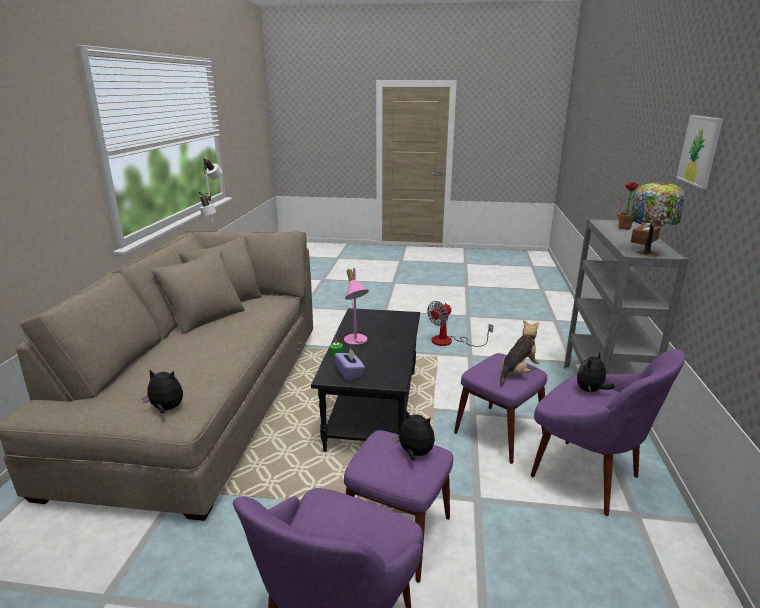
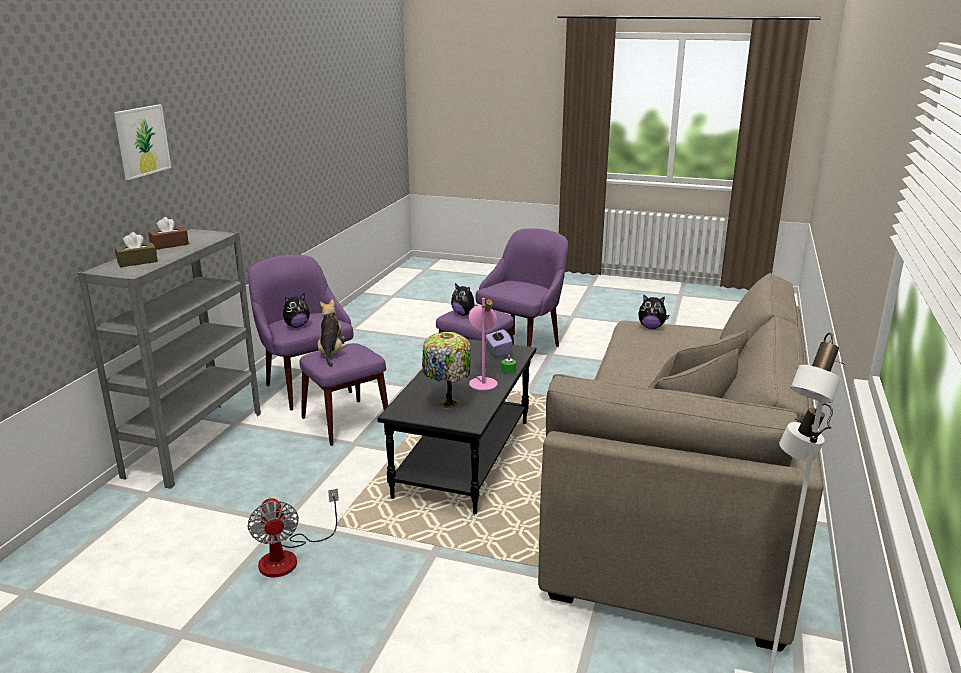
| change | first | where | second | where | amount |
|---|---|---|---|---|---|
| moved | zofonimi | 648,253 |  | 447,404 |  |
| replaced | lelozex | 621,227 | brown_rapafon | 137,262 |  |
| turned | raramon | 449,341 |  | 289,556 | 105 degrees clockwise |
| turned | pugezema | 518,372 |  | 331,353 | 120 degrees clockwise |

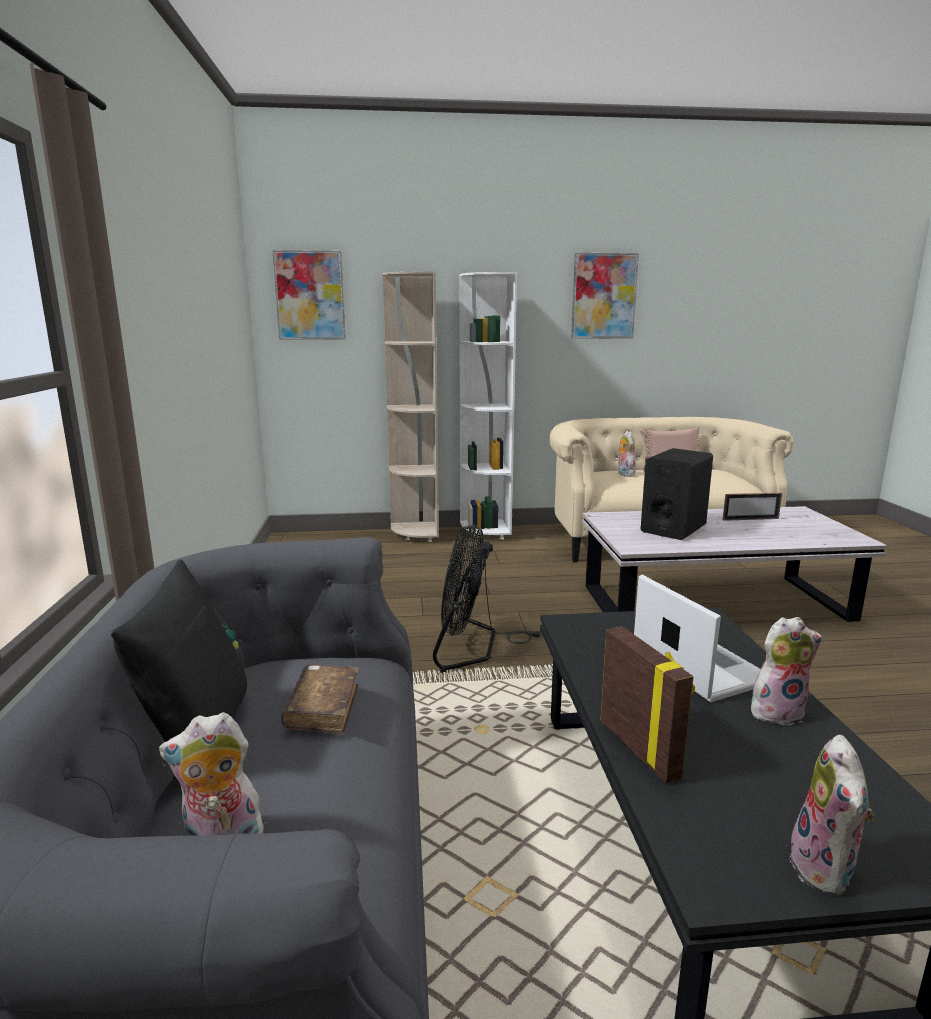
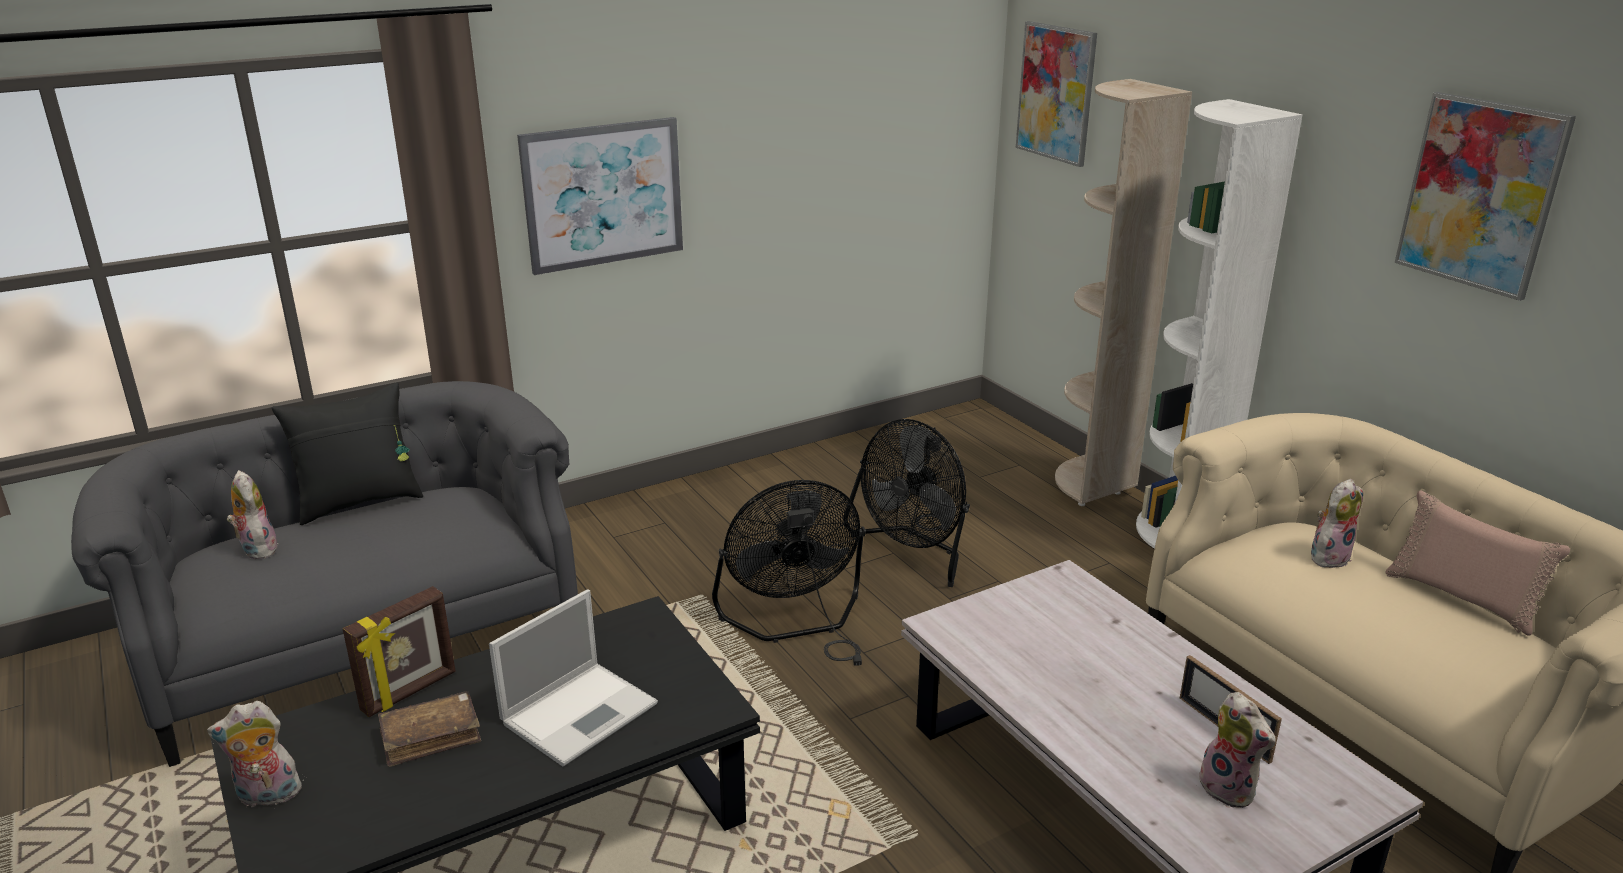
| change | first | where | second | where | amount |
|---|---|---|---|---|---|
| removed | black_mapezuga | 673,528 |  |  |  |
| moved | pugezema | 777,711 |  | 1230,789 |  |
| moved | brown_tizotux | 323,709 |  | 431,737 |  |
| added |  |  | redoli | 603,194 |  |
| added |  |  | black_raramon | 914,548 |  |

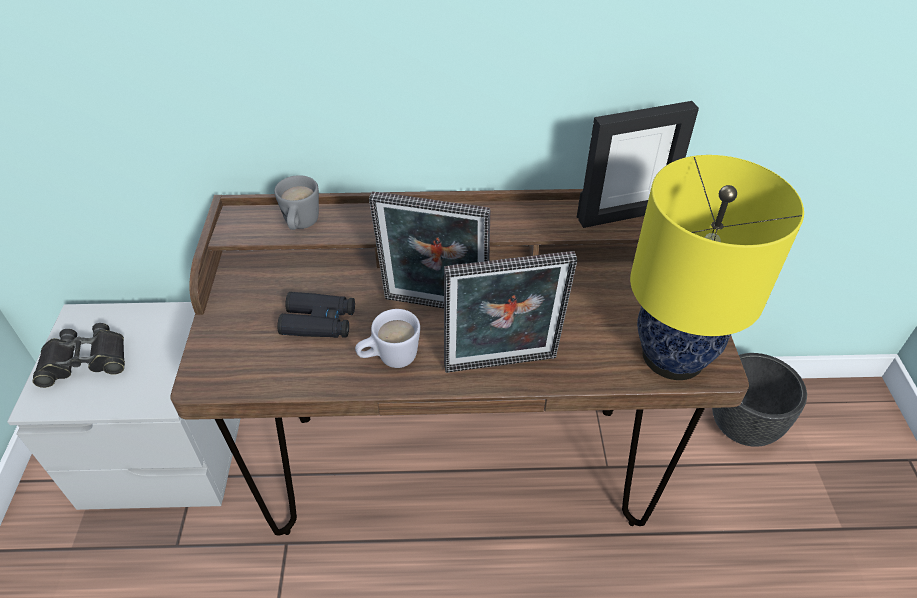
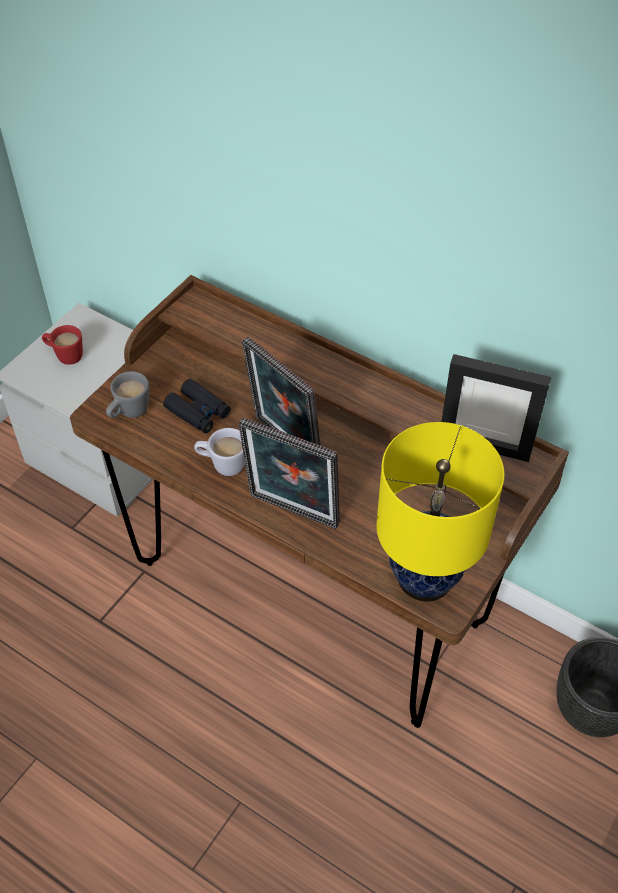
| change | first | where | second | where | amount |
|---|---|---|---|---|---|
| moved | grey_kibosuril | 301,225 |  | 129,413 |  |
| replaced | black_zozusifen | 85,361 | red_kibosuril | 65,355 |  |

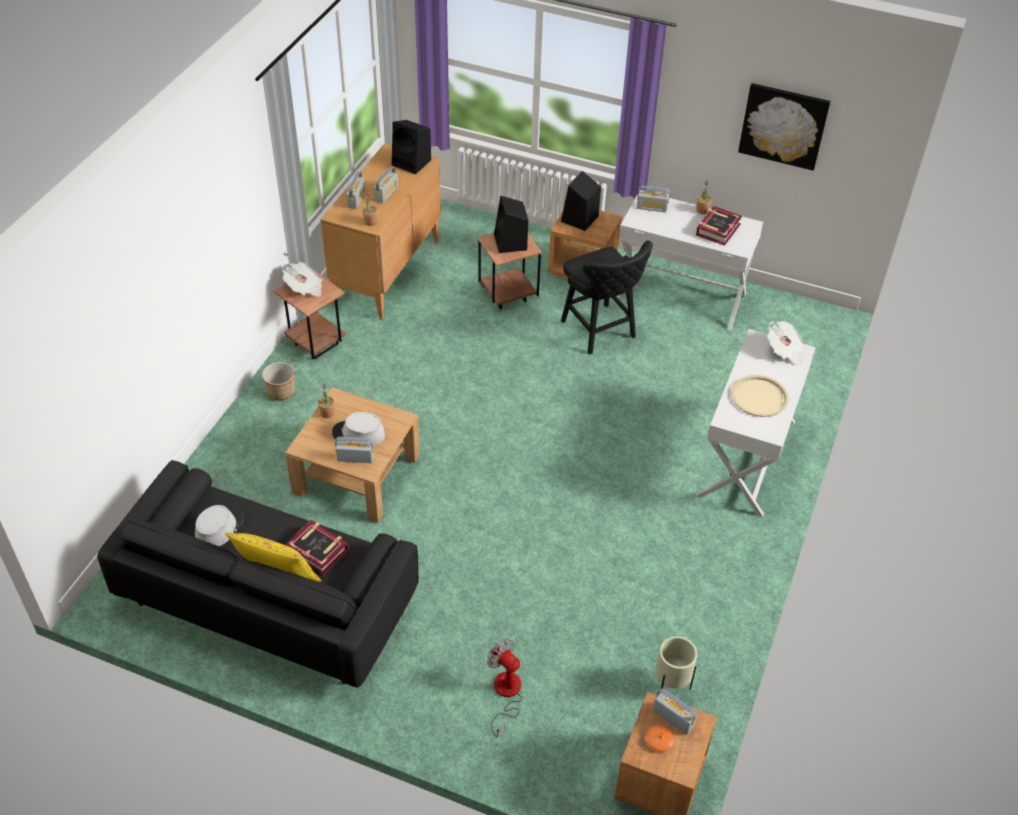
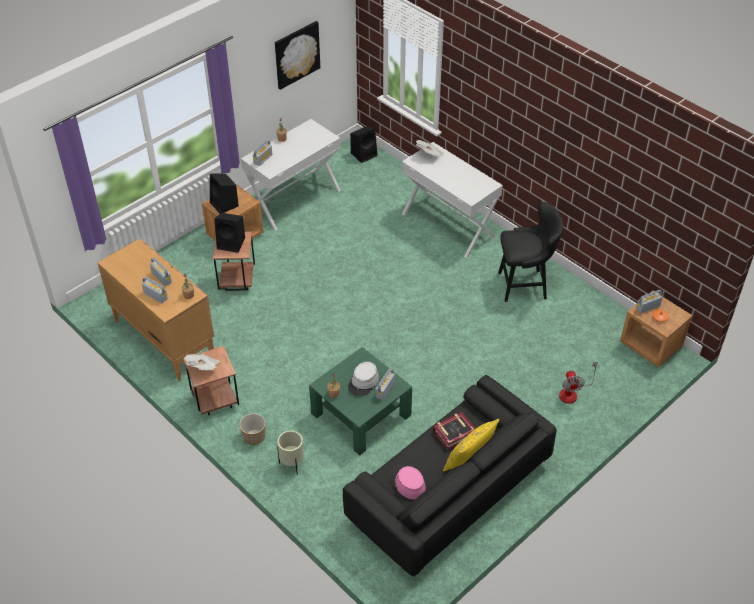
| change | first | where | second | where | amount |
|---|---|---|---|---|---|
| moved | black_mapezuga | 412,163 |  | 364,154 |  |
| removed | tizotux | 717,229 |  |  |  |
| moved | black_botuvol | 600,331 |  | 525,285 |  |
| removed | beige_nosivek | 759,397 |  |  |  |
| recoloured | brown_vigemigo | 356,474 | green_vigemigo | 361,414 |  |
| recoloured | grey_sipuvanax | 219,527 | pink_sipuvanax | 407,483 |  |
| moved | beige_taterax | 671,685 |  | 292,465 |  |
| turned | raramon | 506,694 |  | 572,392 | 75 degrees counterclockwise |

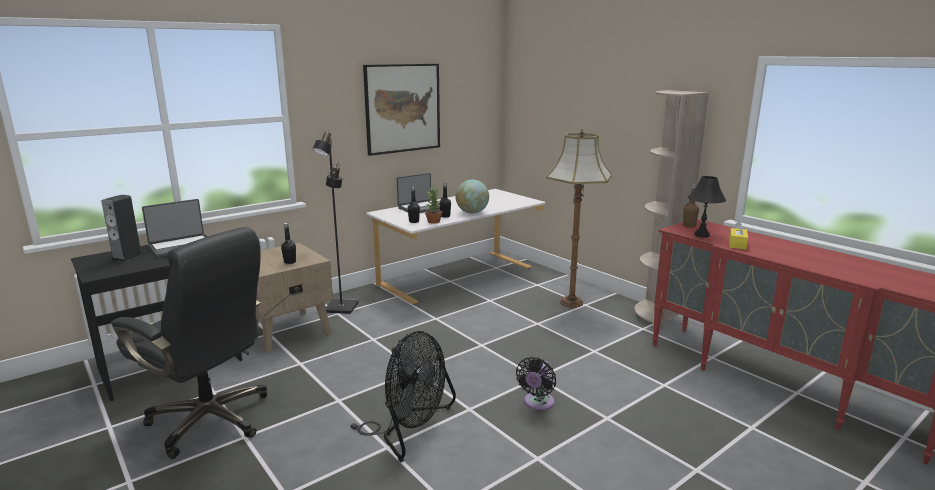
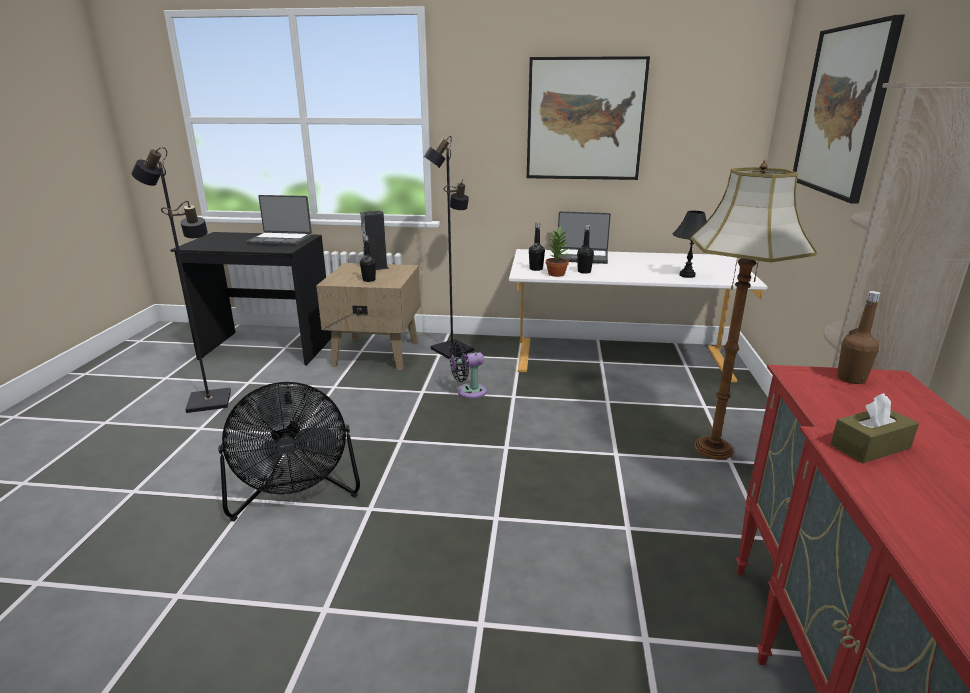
| change | first | where | second | where | amount |
|---|---|---|---|---|---|
| moved | black_zofonimi | 702,235 |  | 687,275 |  |
| removed | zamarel | 472,212 |  |  |  |
| moved | mapezuga | 127,257 |  | 376,268 |  |
| recoloured | yellow_rapafon | 737,244 | brown_rapafon | 870,446 |  |
| replaced | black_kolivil | 207,419 | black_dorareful | 209,401 |  |
| moved | black_raramon | 537,403 |  | 468,392 |  |
| added |  |  | redoli | 842,111 |  |

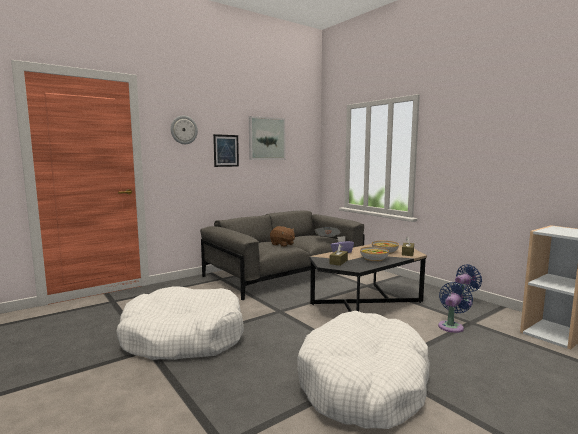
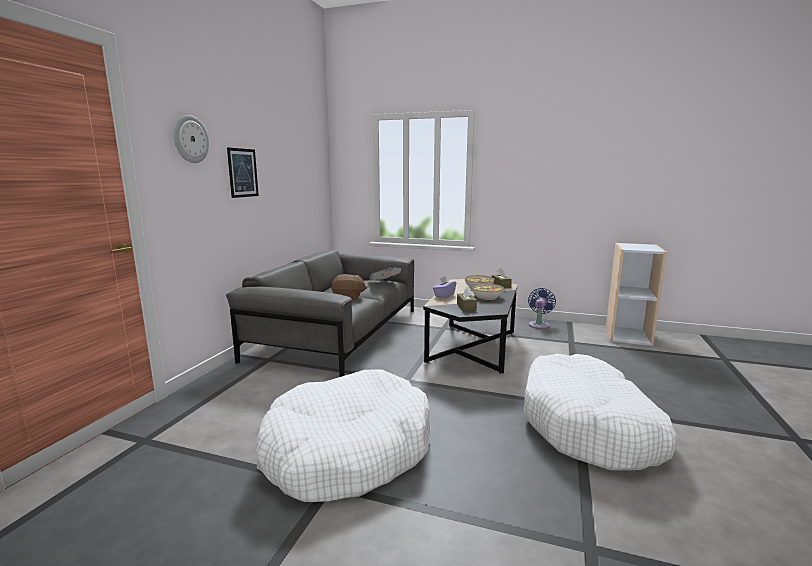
| change | first | where | second | where | amount |
|---|---|---|---|---|---|
| removed | redoli | 266,138 |  |  |  |
| removed | blue_raramon | 451,326 |  |  |  |

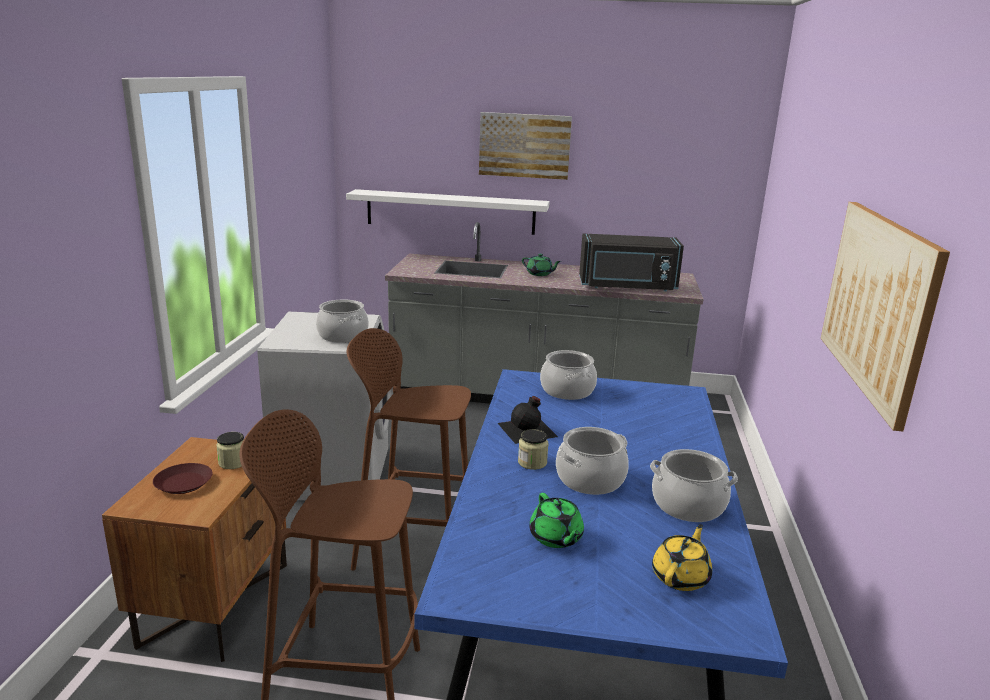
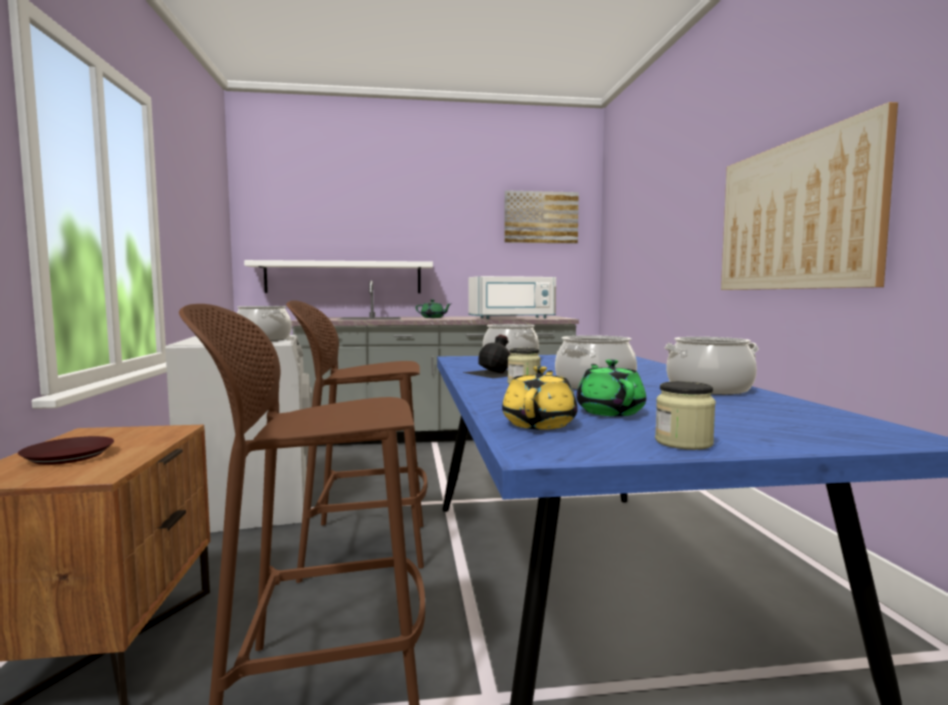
| change | first | where | second | where | amount |
|---|---|---|---|---|---|
| moved | redoli | 524,145 |  | 540,217 |  |
| recoloured | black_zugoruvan | 627,287 | white_zugoruvan | 512,318 |  |
| moved | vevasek | 233,463 |  | 683,442 |  |
| turned | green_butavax | 556,538 |  | 610,411 | 150 degrees counterclockwise |
| moved | yellow_butavax | 681,577 |  | 540,423 |  |

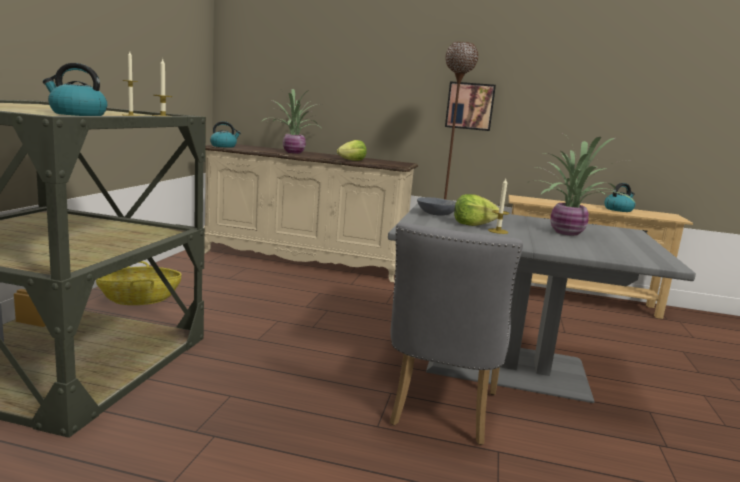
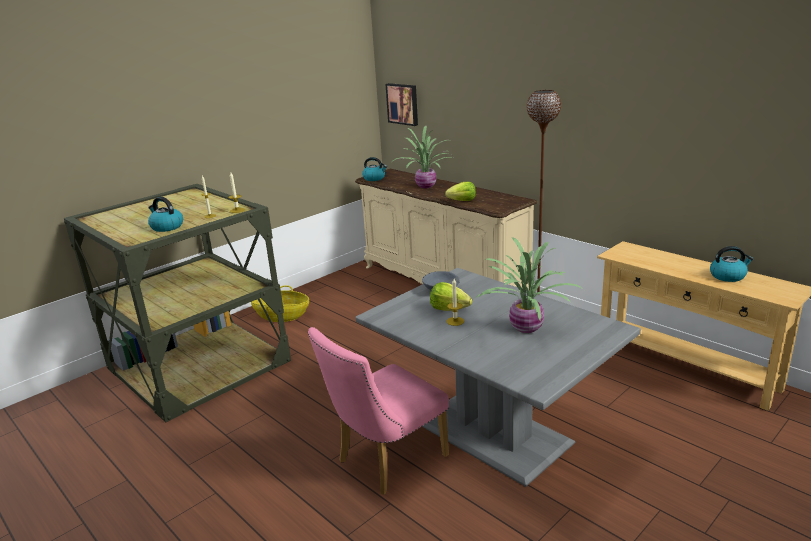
| change | first | where | second | where | amount |
|---|---|---|---|---|---|
| moved | redoli | 470,106 |  | 403,104 |  |
| recoloured | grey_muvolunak | 440,412 | pink_muvolunak | 385,461 |  |

